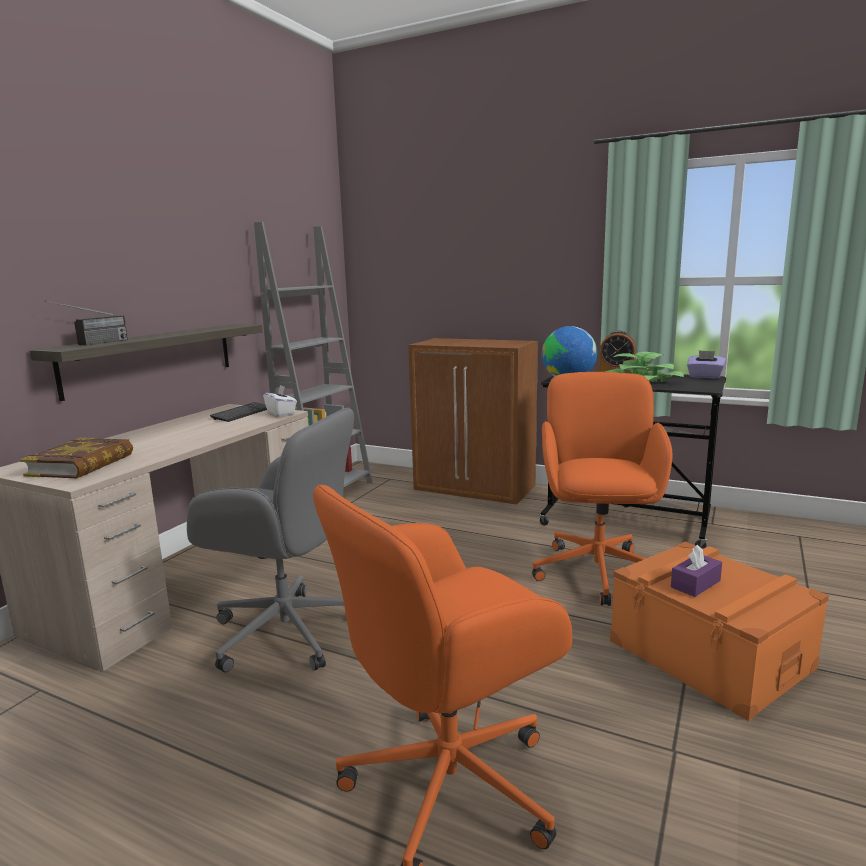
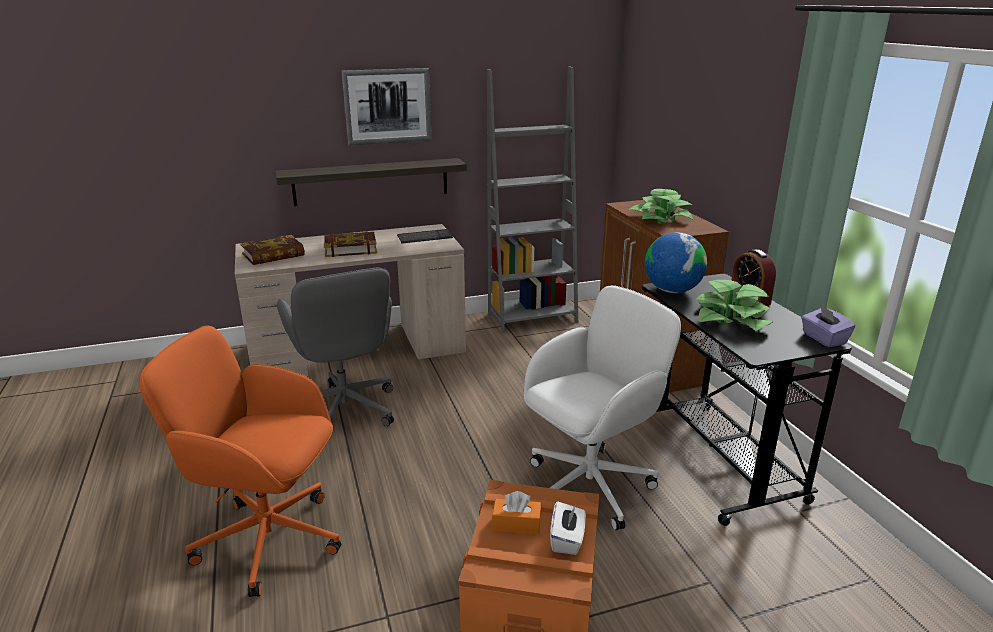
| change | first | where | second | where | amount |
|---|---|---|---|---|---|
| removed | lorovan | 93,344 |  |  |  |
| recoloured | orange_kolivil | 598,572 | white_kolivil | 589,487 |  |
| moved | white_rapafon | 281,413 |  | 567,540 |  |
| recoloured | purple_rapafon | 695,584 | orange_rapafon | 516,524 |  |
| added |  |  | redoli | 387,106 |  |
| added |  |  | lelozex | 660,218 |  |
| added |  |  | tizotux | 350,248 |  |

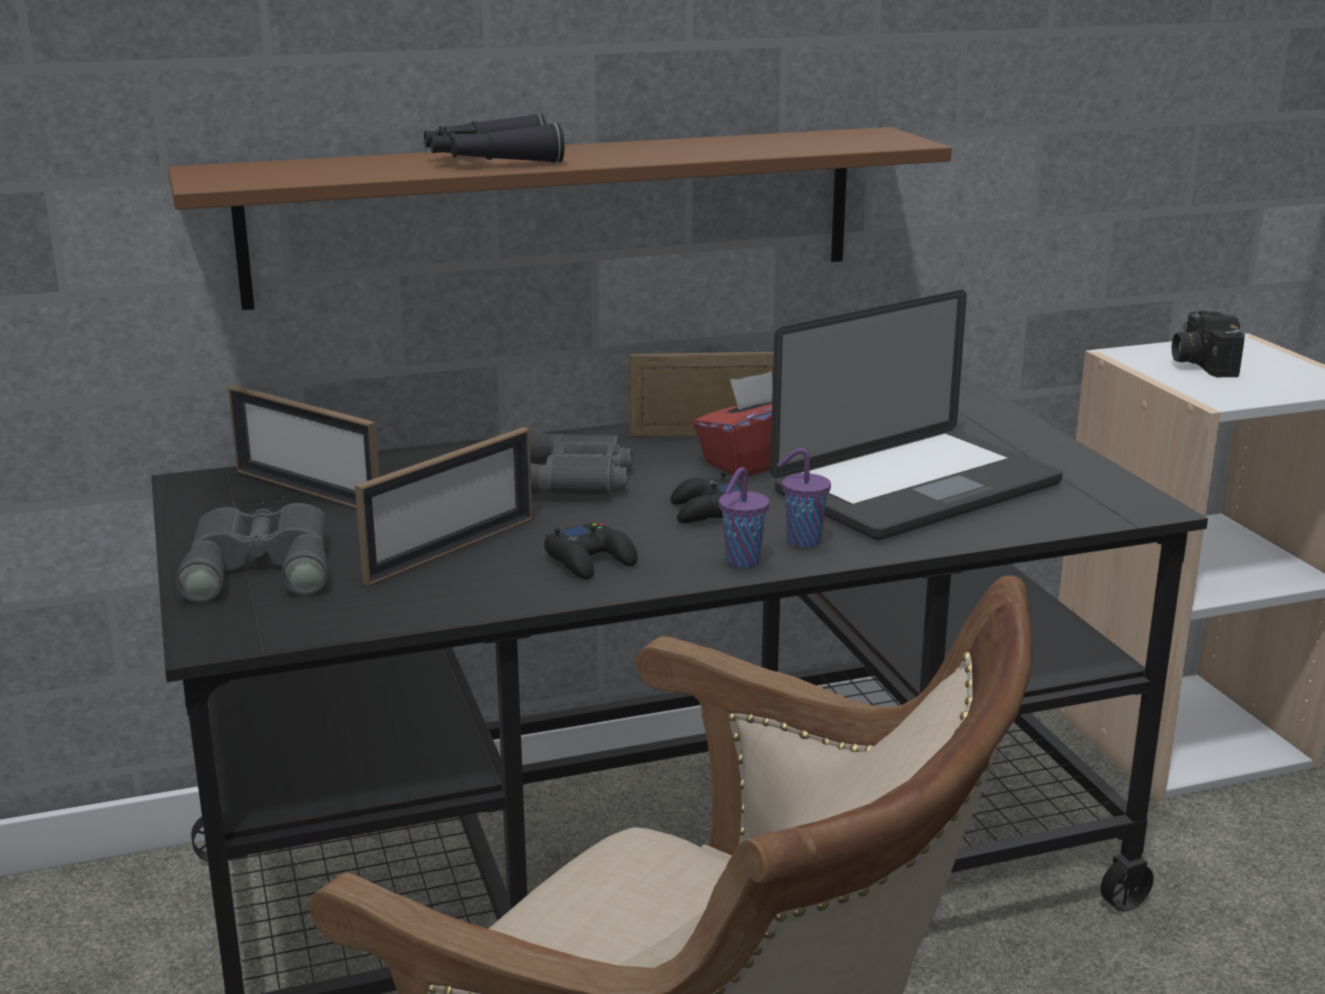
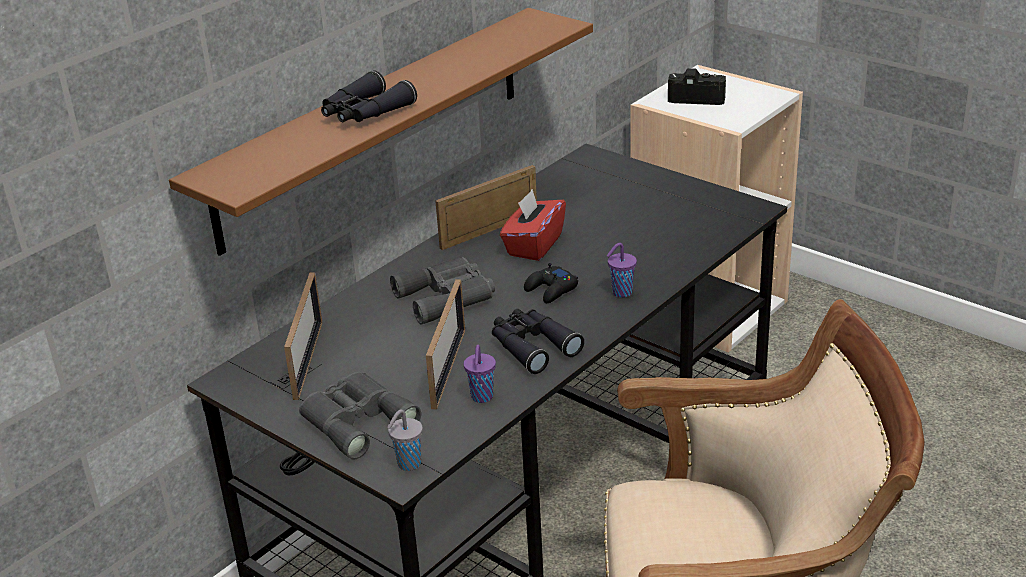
| change | first | where | second | where | amount |
|---|---|---|---|---|---|
| removed | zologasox | 917,488 |  |  |  |
| turned | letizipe | 1199,363 |  | 697,97 | 135 degrees clockwise |
| turned | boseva | 307,491 |  | 308,359 | 90 degrees counterclockwise |
| moved | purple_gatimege | 741,562 |  | 481,397 |  |
| replaced | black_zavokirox | 590,560 | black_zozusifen | 532,346 |  |
| added |  |  | grey_gatimege | 408,464 |  |

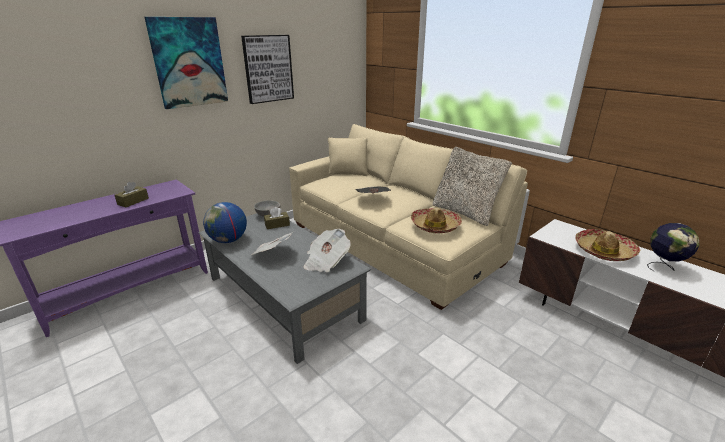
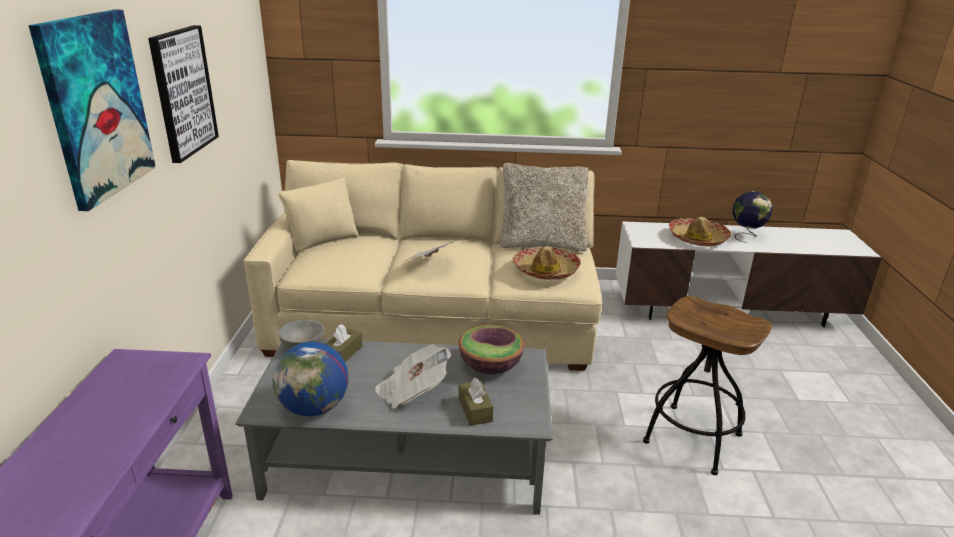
| change | first | where | second | where | amount |
|---|---|---|---|---|---|
| moved | brown_rapafon | 133,201 |  | 475,410 |  |
| replaced | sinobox | 326,261 | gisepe | 490,366 |  |
| added |  |  | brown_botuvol | 692,437 |  |

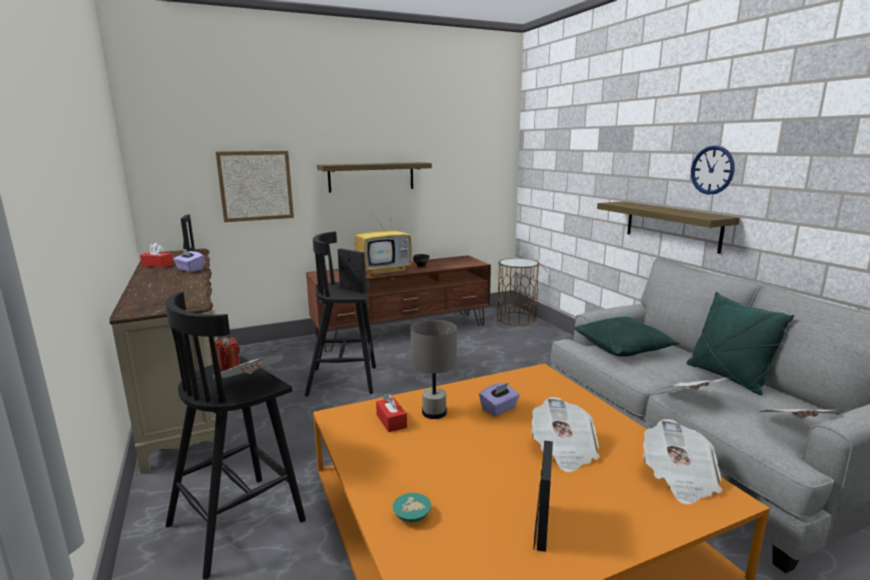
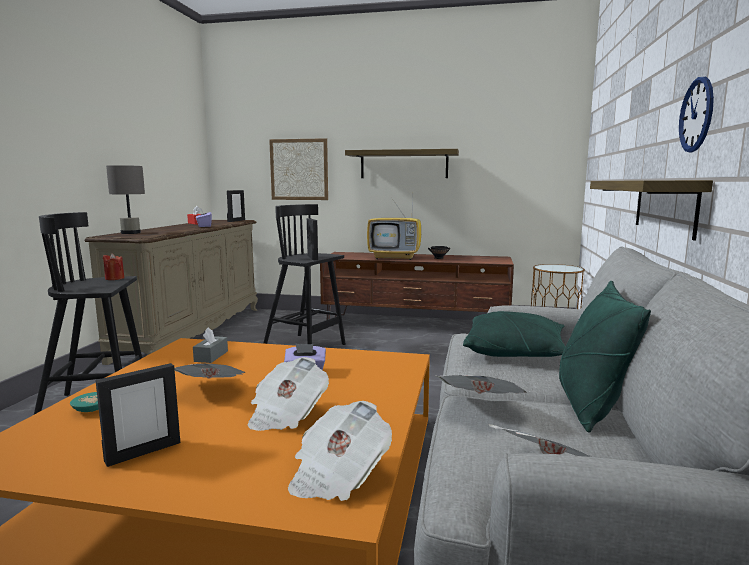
| change | first | where | second | where | amount |
|---|---|---|---|---|---|
| moved | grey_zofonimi | 433,412 |  | 130,233 |  |
| moved | sinobox | 251,385 |  | 211,390 |  |
| recoloured | red_rapafon | 391,421 | grey_rapafon | 211,356 |  |

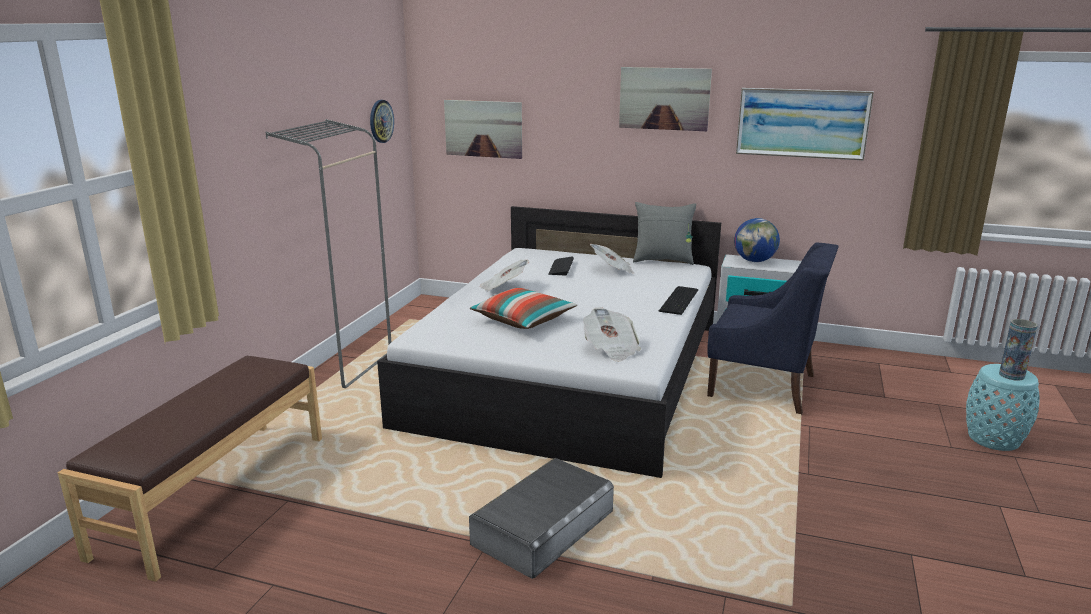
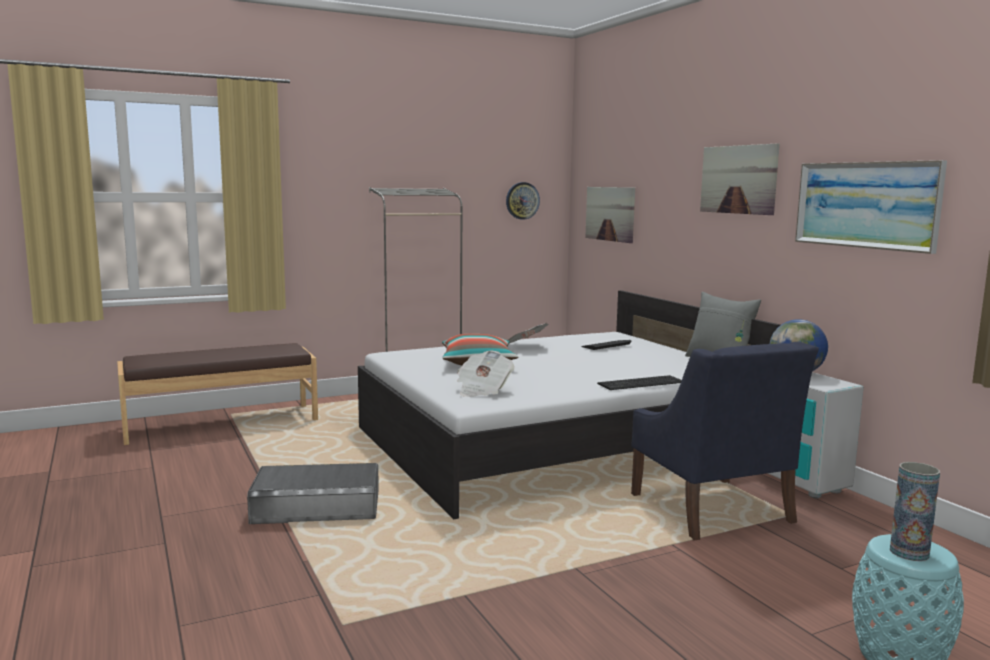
| change | first | where | second | where | amount |
|---|---|---|---|---|---|
| removed | sinobox | 612,270 |  |  |  |

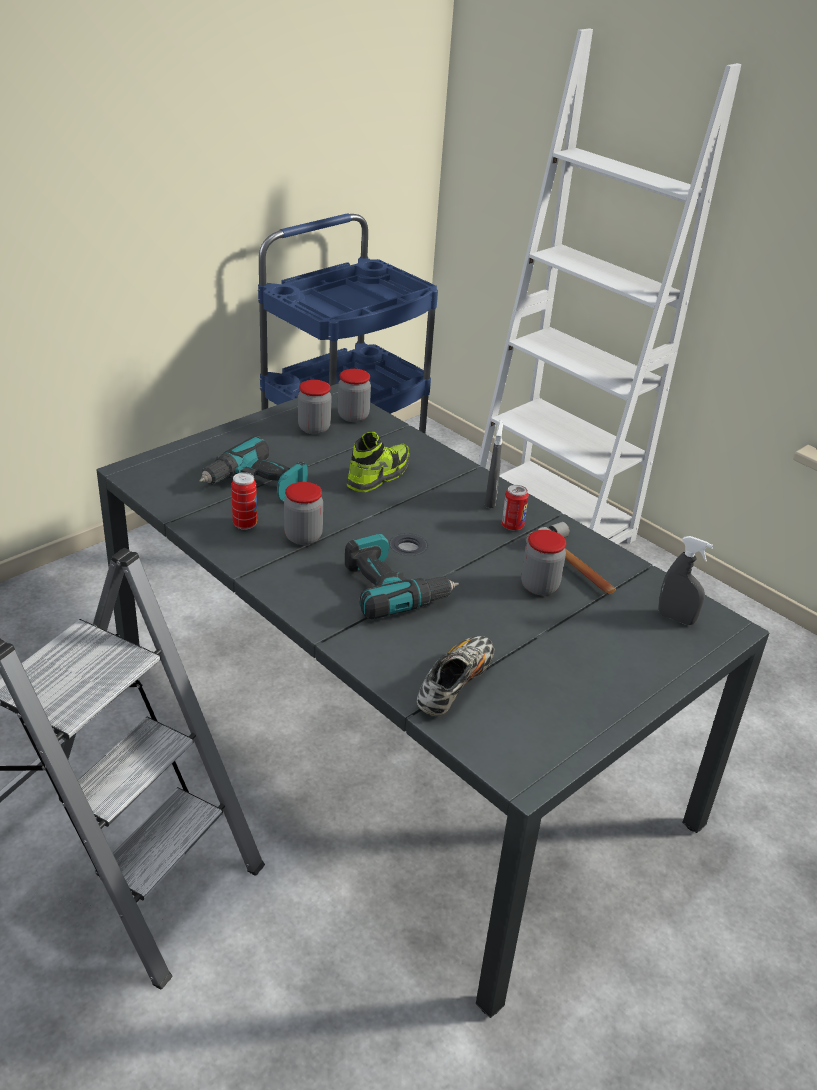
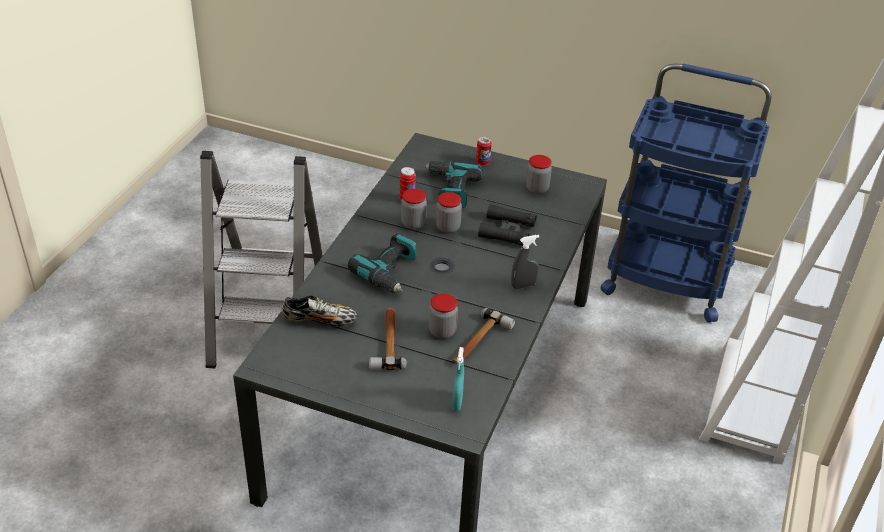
| change | first | where | second | where | amount |
|---|---|---|---|---|---|
| moved | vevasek | 353,416 |  | 448,227 |  |
| replaced | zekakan | 378,475 | black_zozusifen | 507,231 |  |
| moved | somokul | 512,526 |  | 483,162 |  |
| recoloured | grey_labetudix | 676,618 | turquoise_labetudix | 457,402 |  |
| added |  |  | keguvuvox | 388,341 |  |

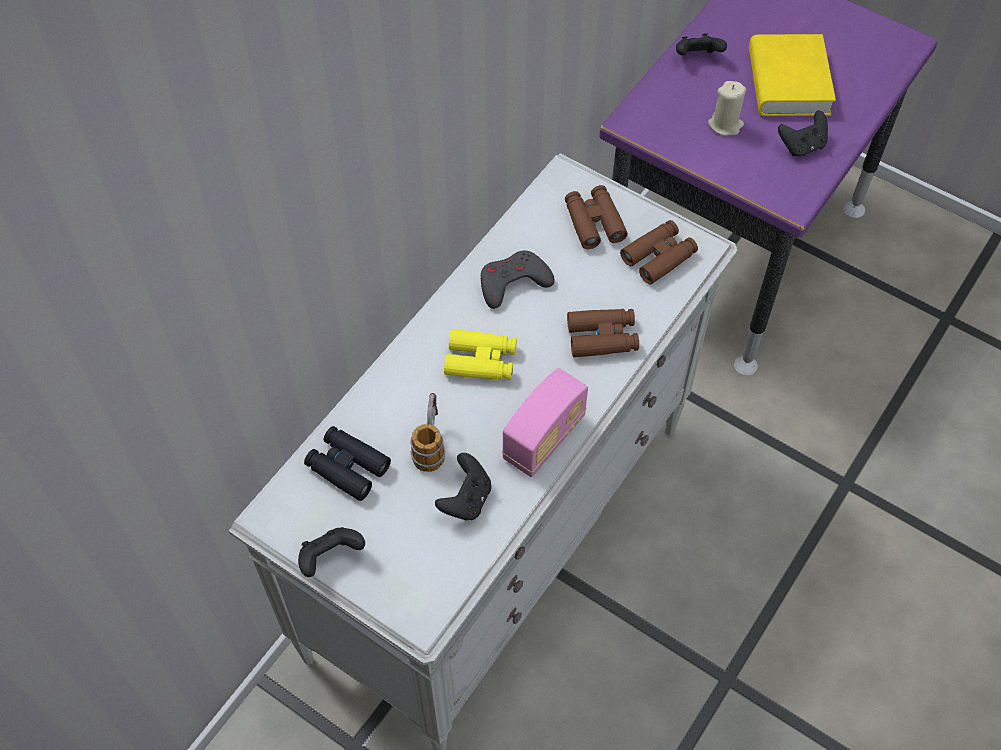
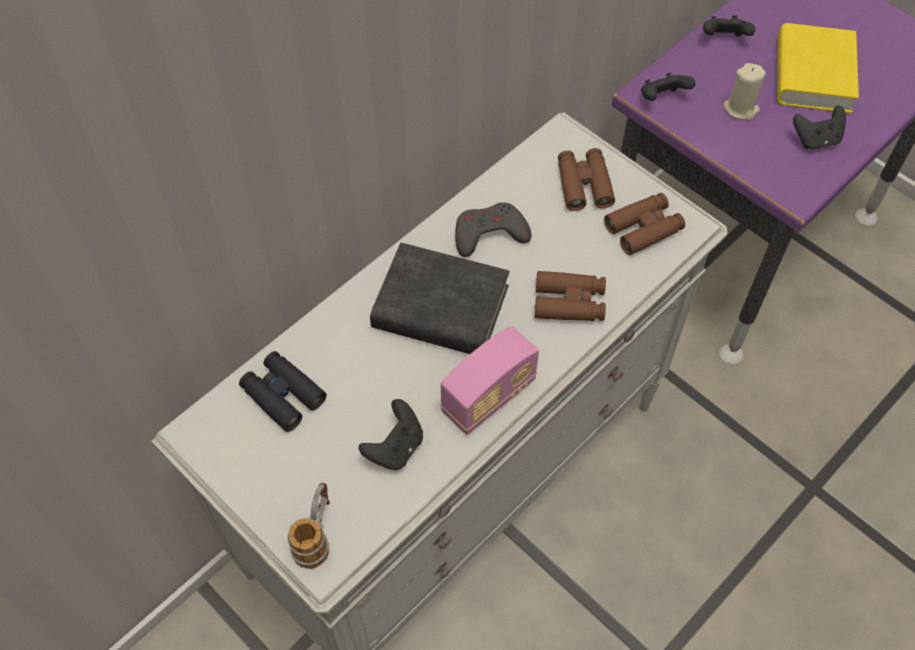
| change | first | where | second | where | amount |
|---|---|---|---|---|---|
| replaced | yellow_zozusifen | 481,361 | black_tizotux | 440,307 |  |
| moved | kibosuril | 430,444 |  | 316,535 |  |
| moved | black_zavokirox | 330,558 |  | 662,99 |  |

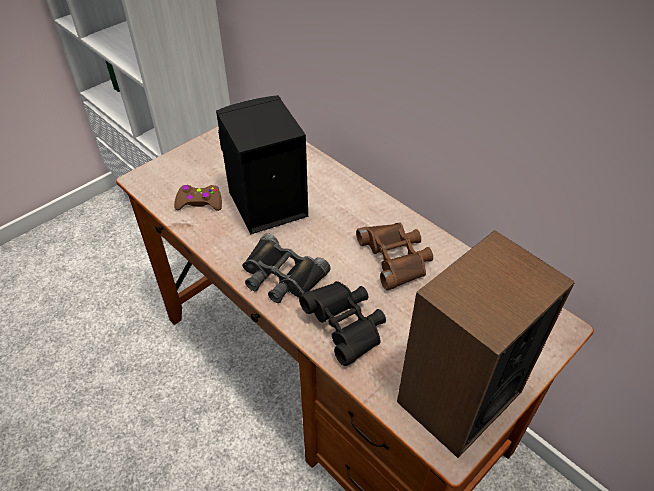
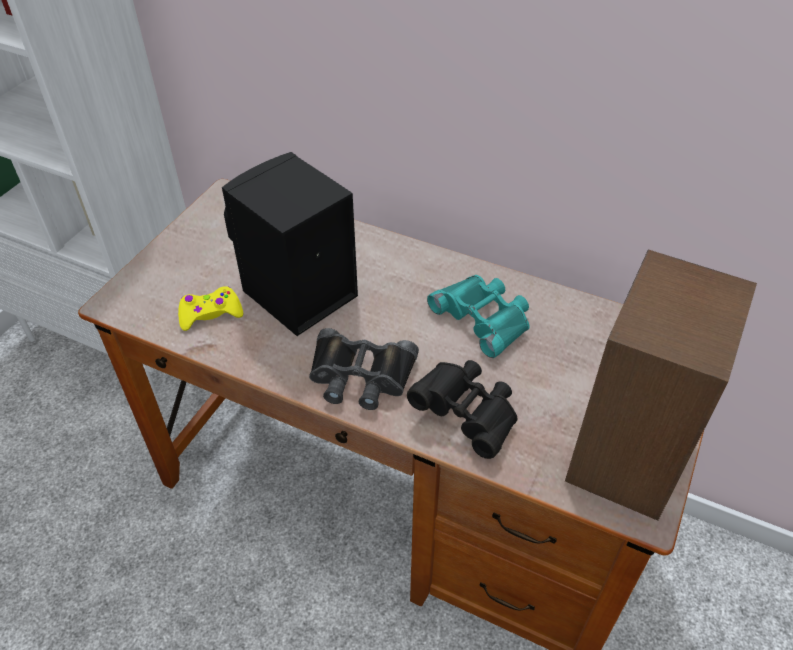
| change | first | where | second | where | amount |
|---|---|---|---|---|---|
| recoloured | brown_zavokirox | 199,203 | yellow_zavokirox | 210,314 |  |
| recoloured | brown_zozusifen | 396,257 | turquoise_zozusifen | 483,317 |  |

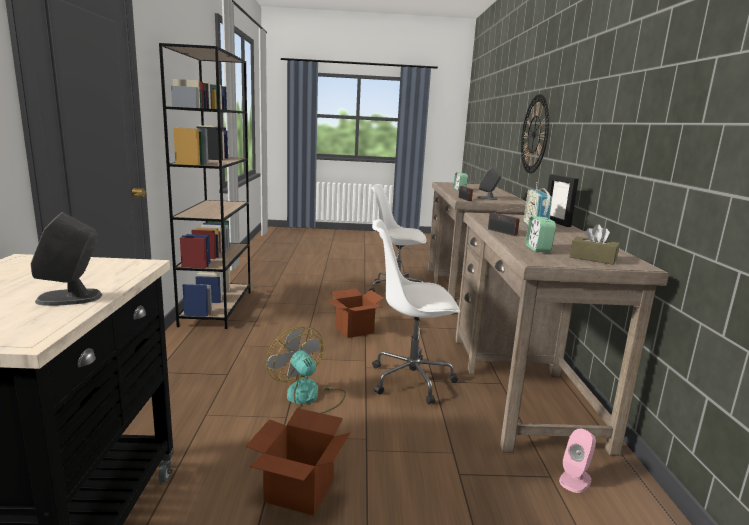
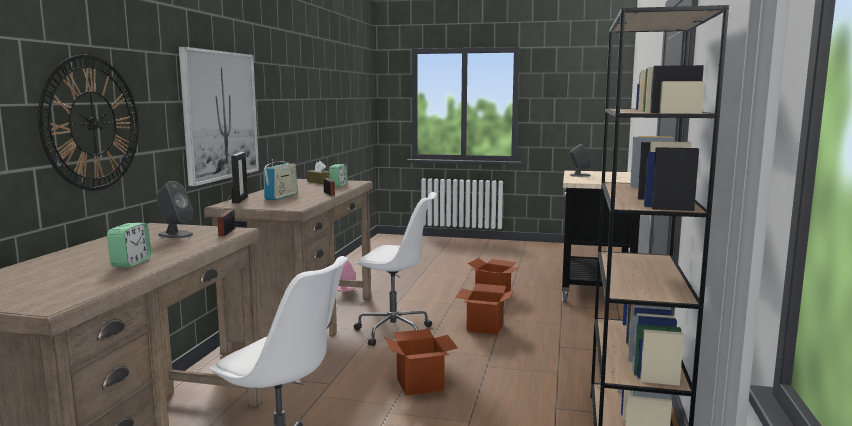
| change | first | where | second | where | amount |
|---|---|---|---|---|---|
| replaced | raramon | 309,397 | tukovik | 485,327 |  |
| added |  |  | redoli | 220,115 |  |

